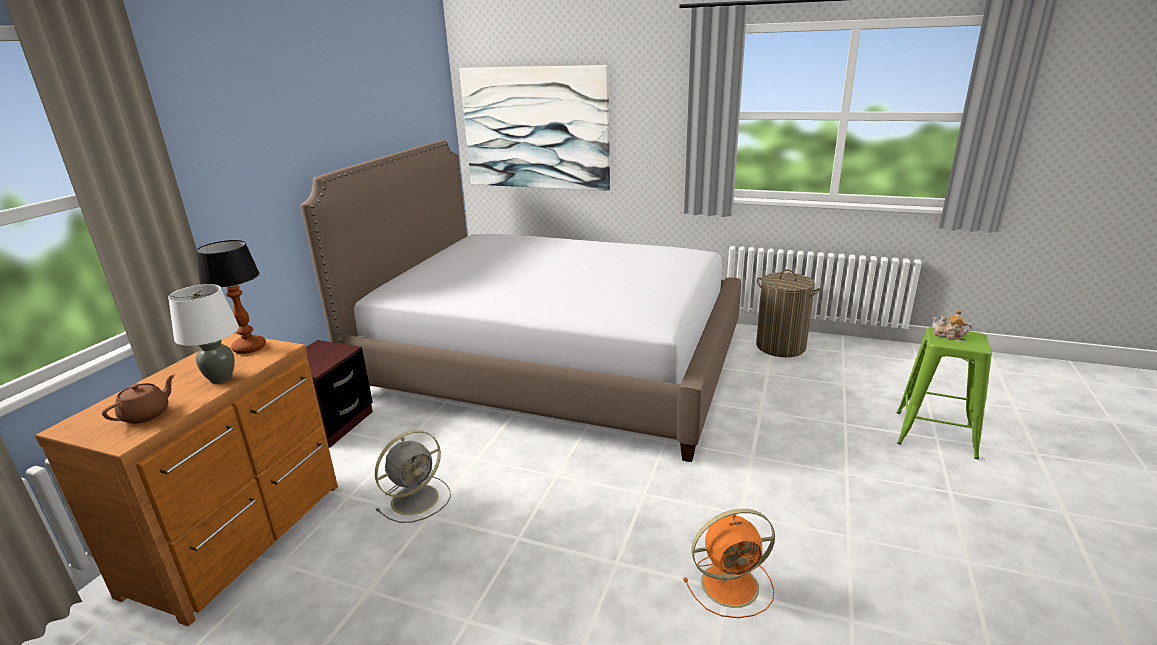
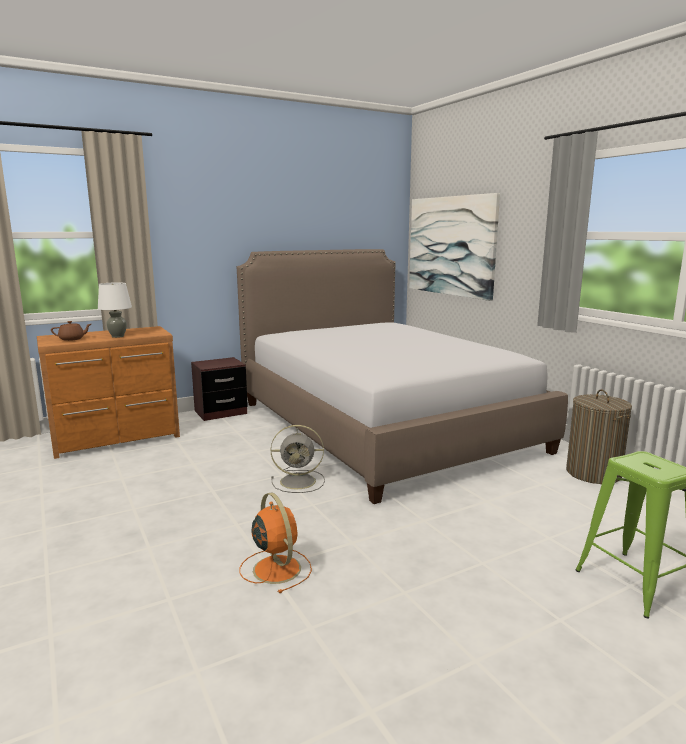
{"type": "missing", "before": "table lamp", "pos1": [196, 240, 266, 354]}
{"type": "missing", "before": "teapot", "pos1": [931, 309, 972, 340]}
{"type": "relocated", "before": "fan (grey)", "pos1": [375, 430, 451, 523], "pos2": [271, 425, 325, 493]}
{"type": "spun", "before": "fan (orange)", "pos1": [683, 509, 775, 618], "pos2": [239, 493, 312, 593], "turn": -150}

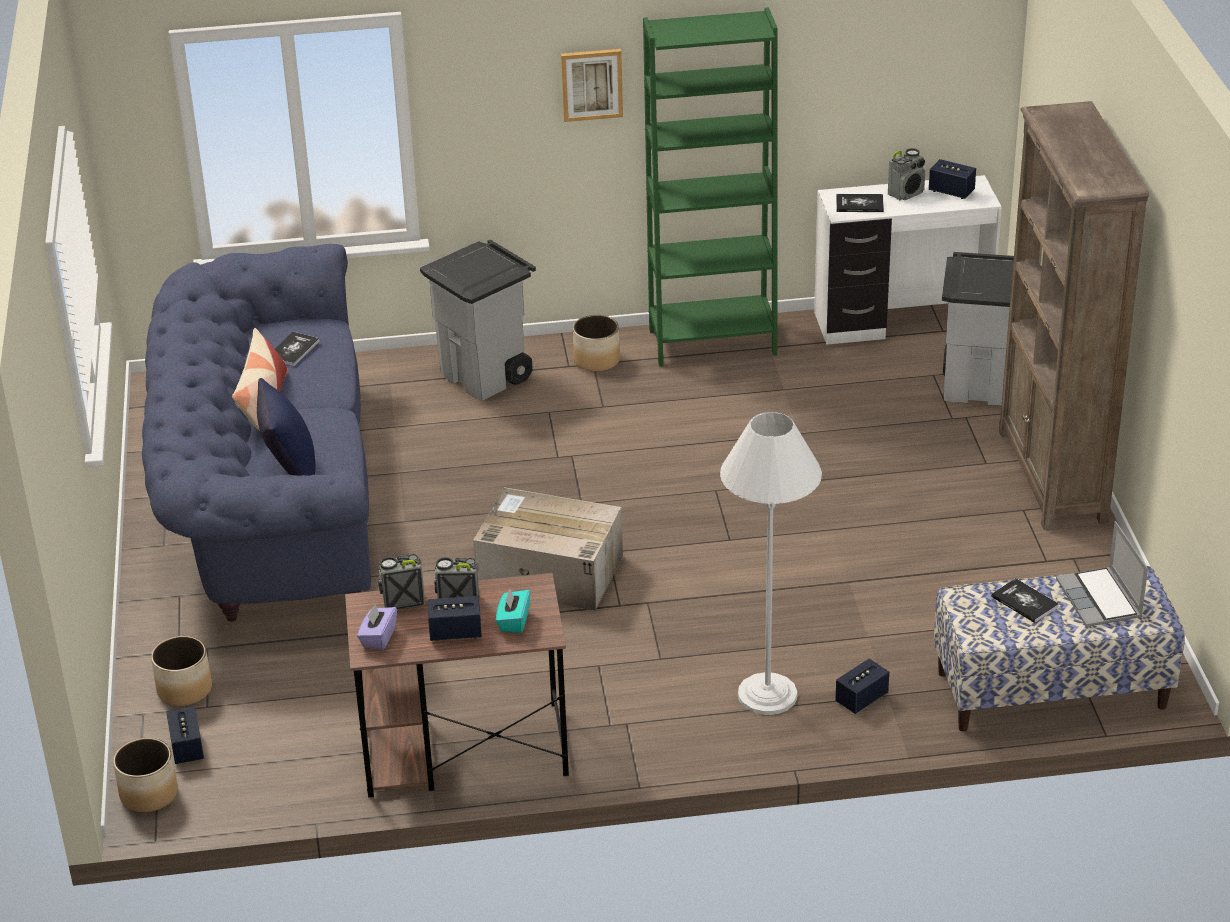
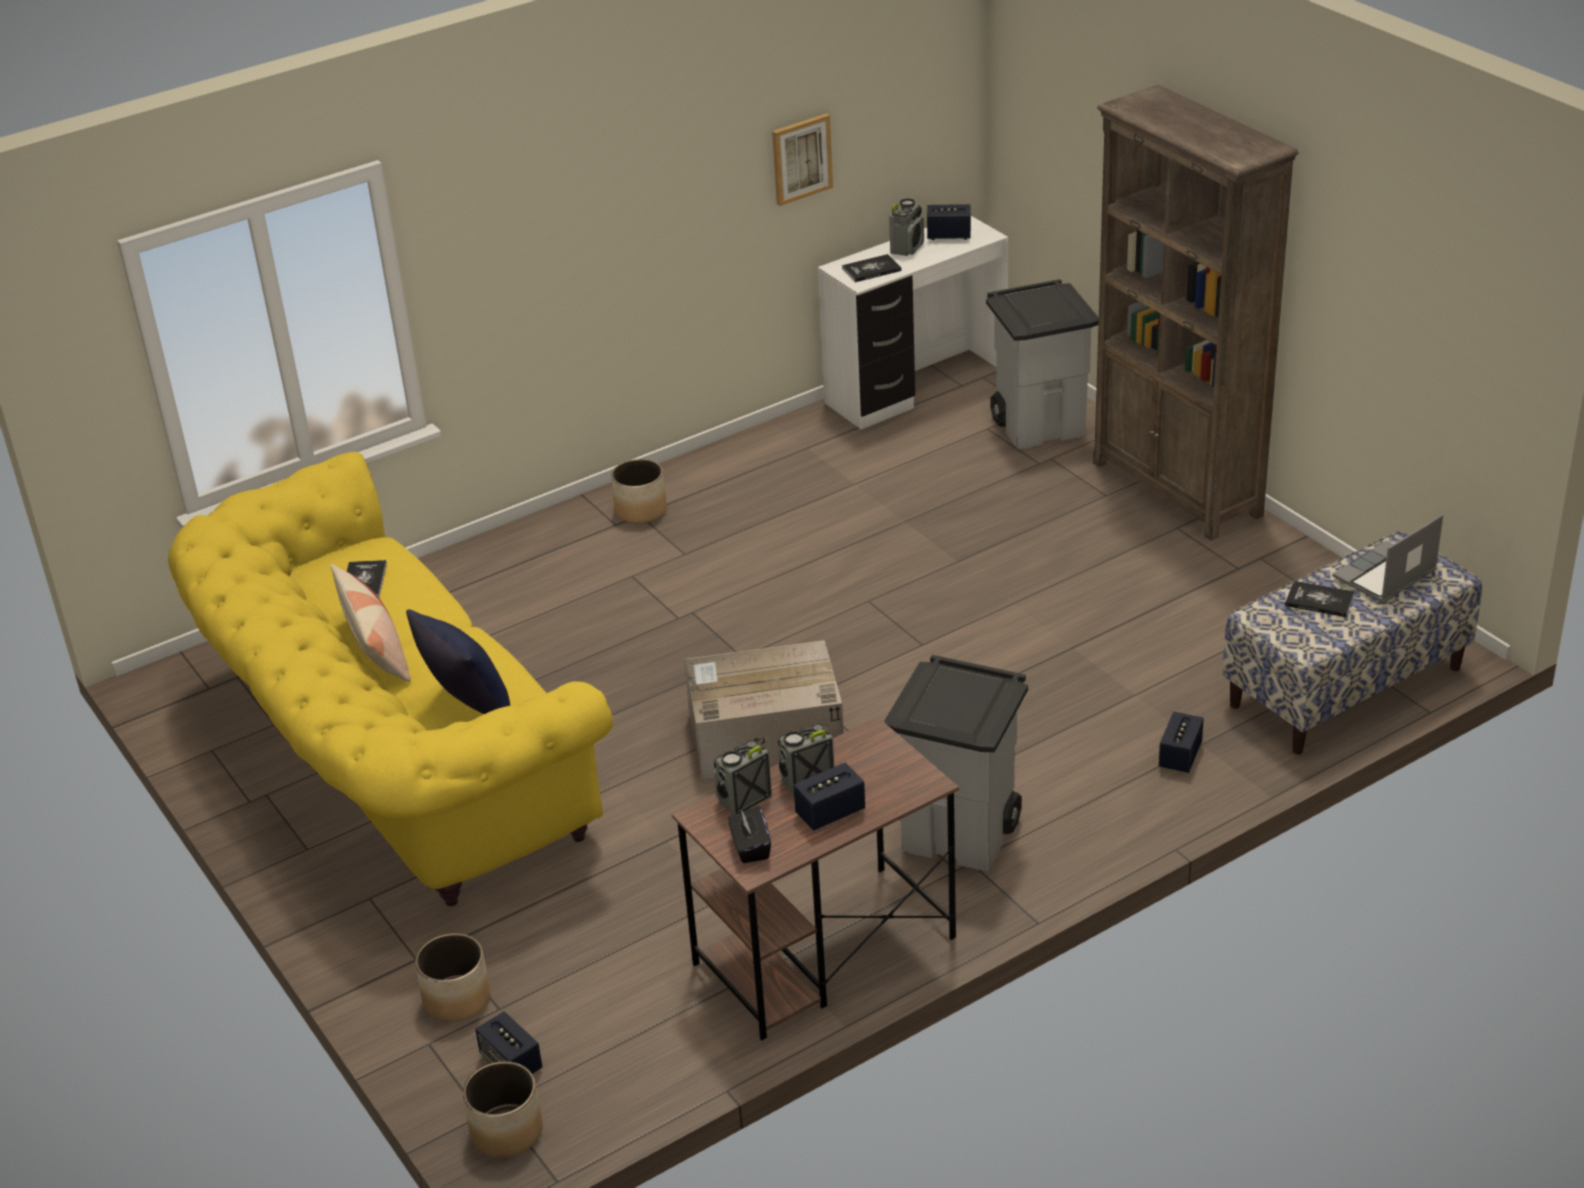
{"type": "missing", "before": "bookcase (green)", "pos1": [643, 7, 778, 367]}
{"type": "relocated", "before": "picture", "pos1": [561, 49, 623, 122], "pos2": [772, 113, 833, 206]}
{"type": "relocated", "before": "trash can (grey)", "pos1": [420, 239, 536, 401], "pos2": [884, 655, 1028, 871]}
{"type": "colour", "before": "sofa (blue)", "after": "sofa (yellow)", "pos1": [142, 244, 371, 622], "pos2": [168, 452, 613, 906]}
{"type": "missing", "before": "floor lamp (white)", "pos1": [720, 412, 822, 715]}
{"type": "spun", "before": "laptop", "pos1": [1056, 521, 1148, 627], "pos2": [1332, 514, 1443, 603], "turn": 90}
{"type": "missing", "before": "tissue box (turquoise)", "pos1": [496, 589, 530, 633]}
{"type": "colour", "before": "tissue box (purple)", "after": "tissue box (black)", "pos1": [357, 604, 397, 650], "pos2": [729, 806, 771, 863]}

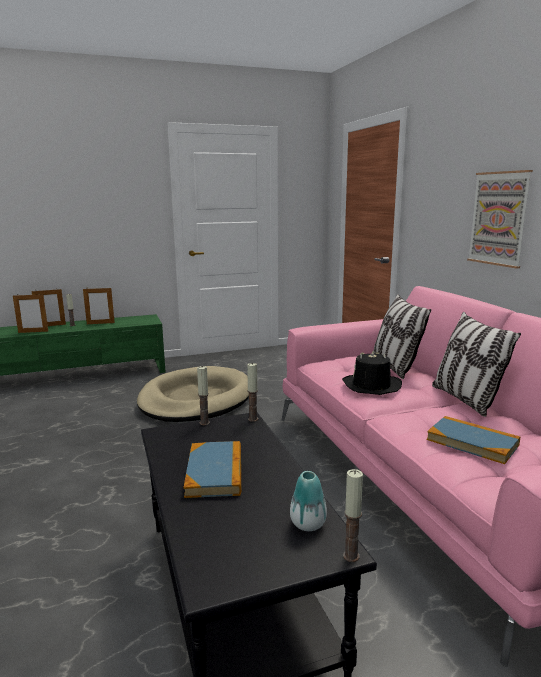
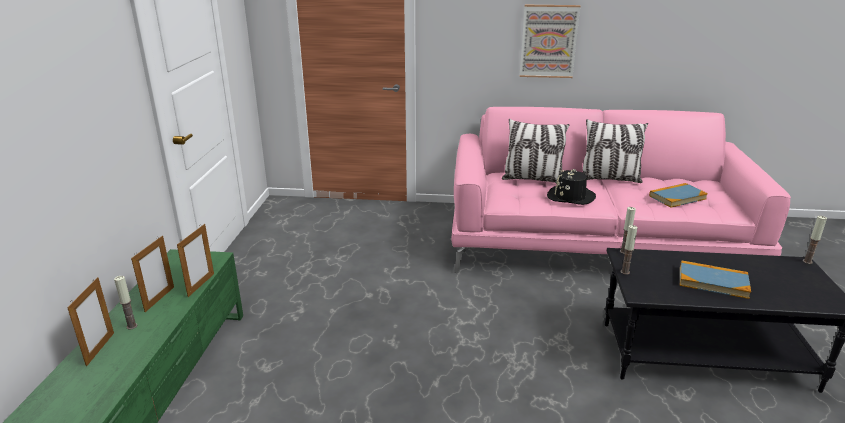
{"type": "relocated", "before": "picture frame", "pos1": [13, 293, 48, 333], "pos2": [177, 224, 214, 297]}
{"type": "missing", "before": "dog bed (beige)", "pos1": [137, 366, 249, 422]}
{"type": "missing", "before": "vase", "pos1": [290, 471, 327, 531]}

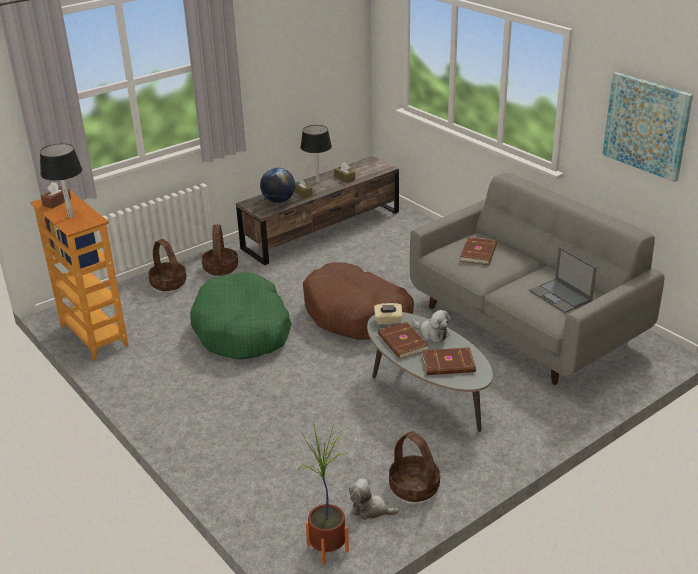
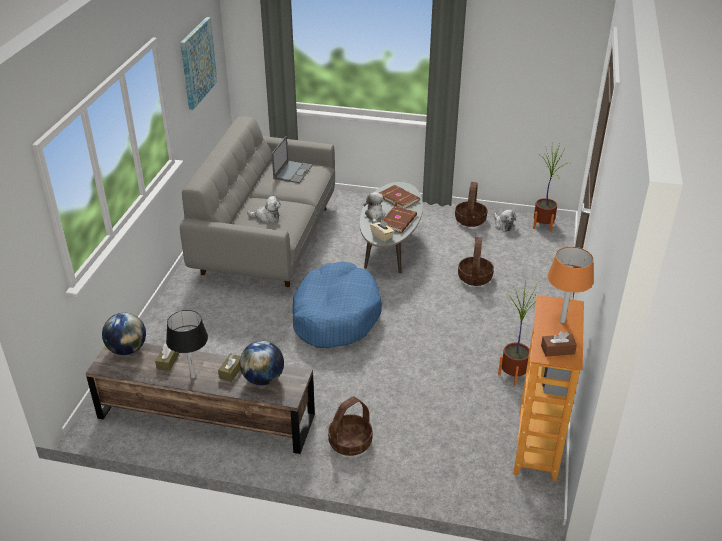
{"type": "colour", "before": "table lamp (black)", "after": "table lamp (orange)", "pos1": [40, 144, 82, 218], "pos2": [548, 247, 594, 323]}
{"type": "exchanged", "before": "book (brown)", "after": "plush toy", "pos1": [460, 237, 497, 265], "pos2": [247, 196, 281, 223]}
{"type": "relocated", "before": "basket", "pos1": [148, 239, 187, 291], "pos2": [458, 237, 494, 286]}
{"type": "colour", "before": "dog bed (brown)", "after": "dog bed (blue)", "pos1": [303, 262, 414, 340], "pos2": [293, 261, 382, 348]}
{"type": "missing", "before": "dog bed (green)", "pos1": [190, 272, 292, 359]}
{"type": "appeared", "after": "potted plant", "pos2": [498, 281, 538, 386]}
{"type": "appeared", "after": "globe", "pos2": [102, 313, 146, 355]}

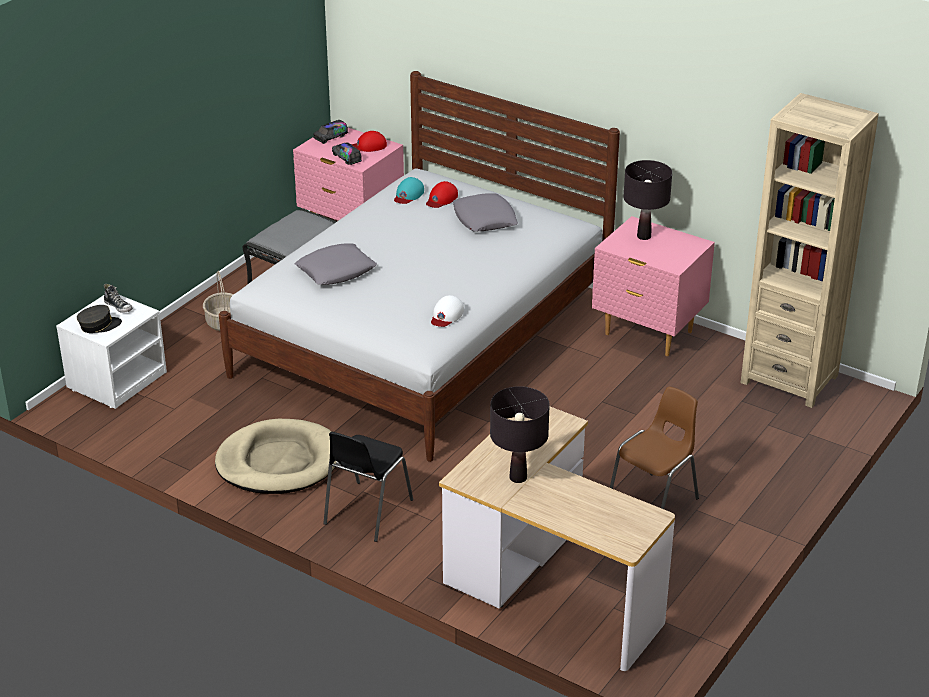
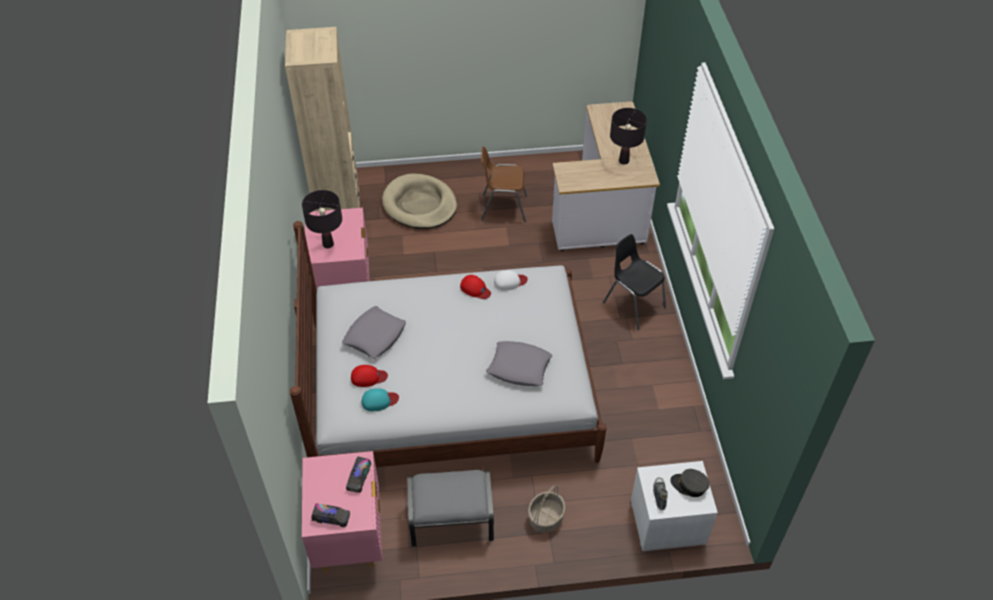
{"type": "relocated", "before": "cap (red)", "pos1": [351, 131, 387, 152], "pos2": [460, 275, 491, 299]}
{"type": "relocated", "before": "dog bed (beige)", "pos1": [215, 419, 336, 494], "pos2": [382, 173, 457, 229]}
{"type": "spun", "before": "chair (black)", "pos1": [323, 432, 413, 542], "pos2": [603, 234, 666, 330], "turn": -120}

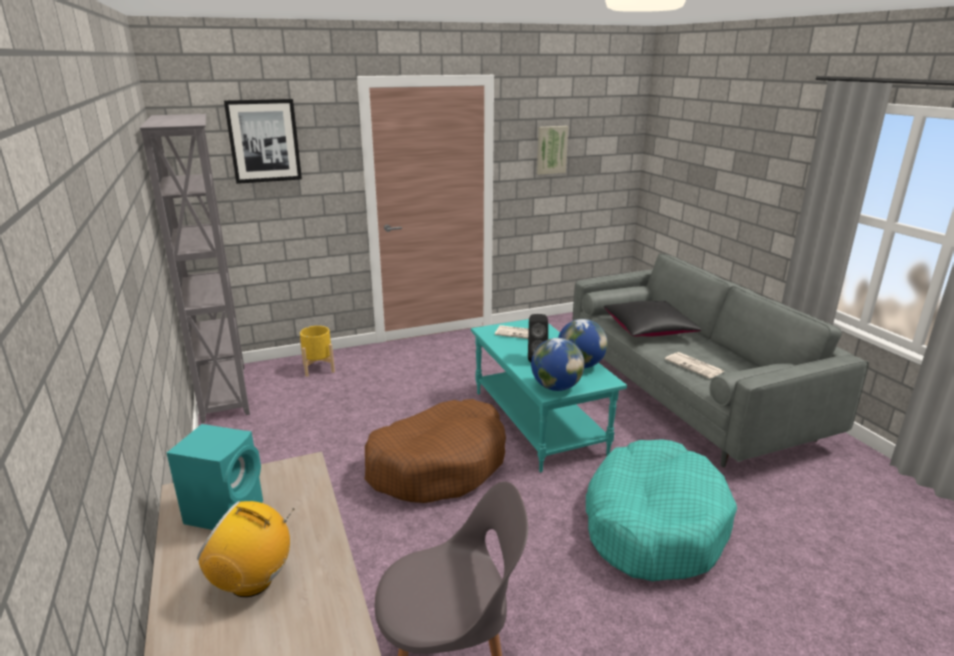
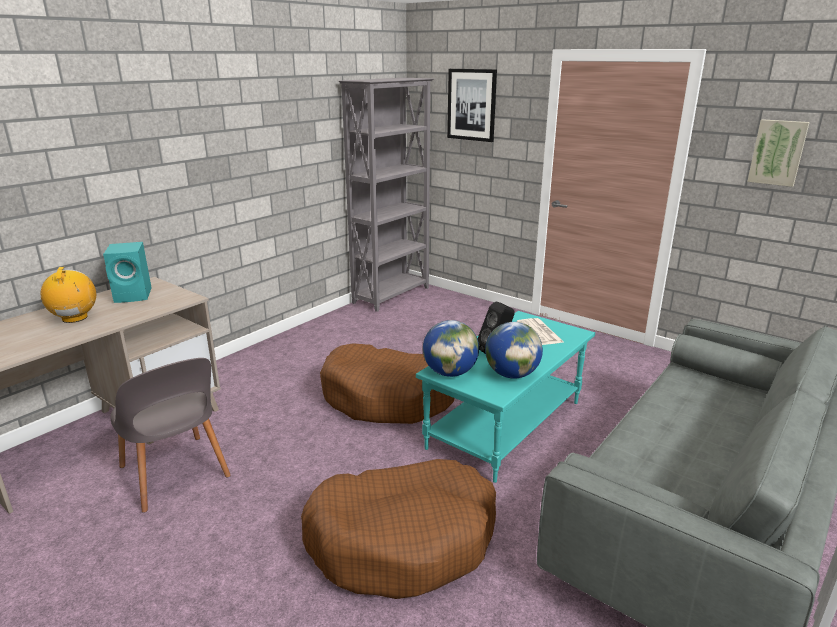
{"type": "missing", "before": "pillow (black)", "pos1": [604, 301, 701, 336]}
{"type": "missing", "before": "planter (yellow)", "pos1": [300, 326, 335, 377]}
{"type": "missing", "before": "newspaper", "pos1": [665, 352, 725, 379]}
{"type": "colour", "before": "dog bed (turquoise)", "after": "dog bed (brown)", "pos1": [586, 439, 737, 581], "pos2": [301, 459, 496, 599]}

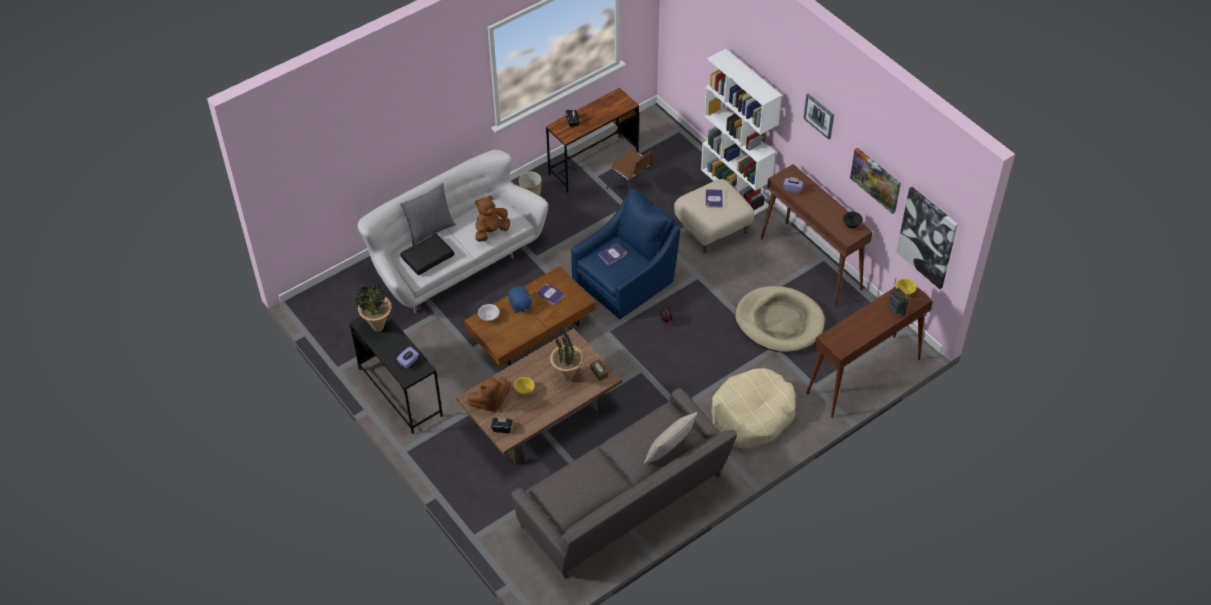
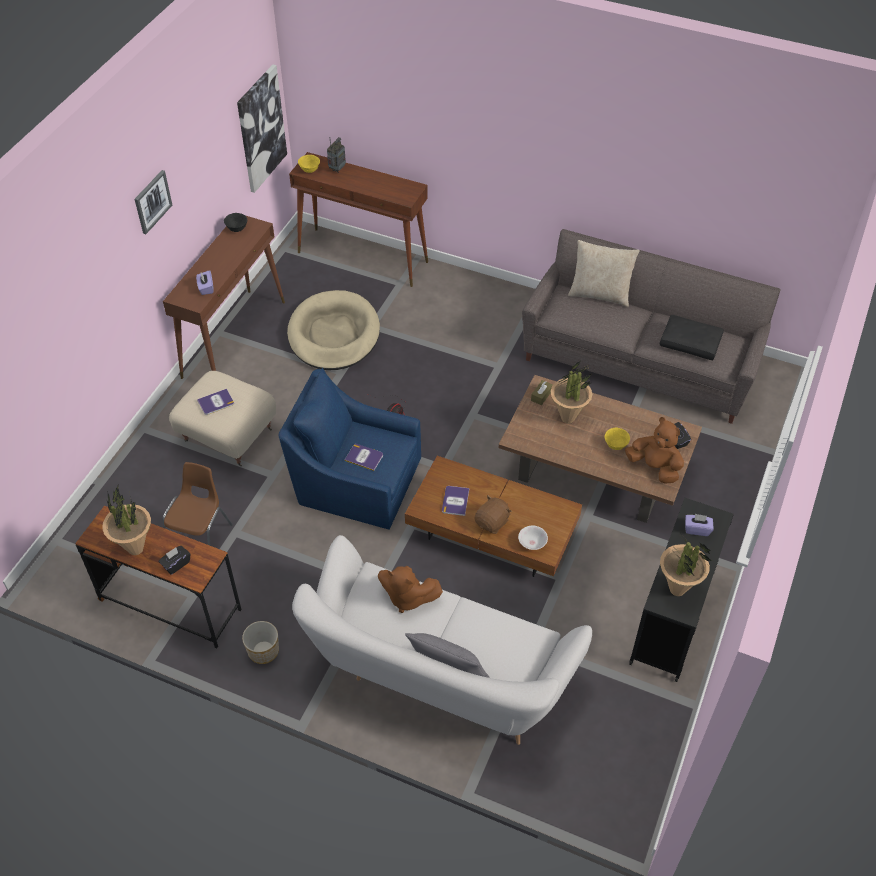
{"type": "missing", "before": "bookcase (white)", "pos1": [701, 49, 782, 215]}
{"type": "missing", "before": "picture", "pos1": [850, 148, 901, 214]}
{"type": "relocated", "before": "pillow (black)", "pos1": [400, 233, 454, 275], "pos2": [660, 315, 724, 360]}
{"type": "colour", "before": "plush toy (blue)", "after": "plush toy (brown)", "pos1": [508, 286, 533, 313], "pos2": [475, 495, 512, 534]}
{"type": "missing", "before": "dog bed (beige)", "pos1": [711, 368, 796, 449]}
{"type": "appeared", "after": "potted plant", "pos2": [102, 484, 151, 555]}

